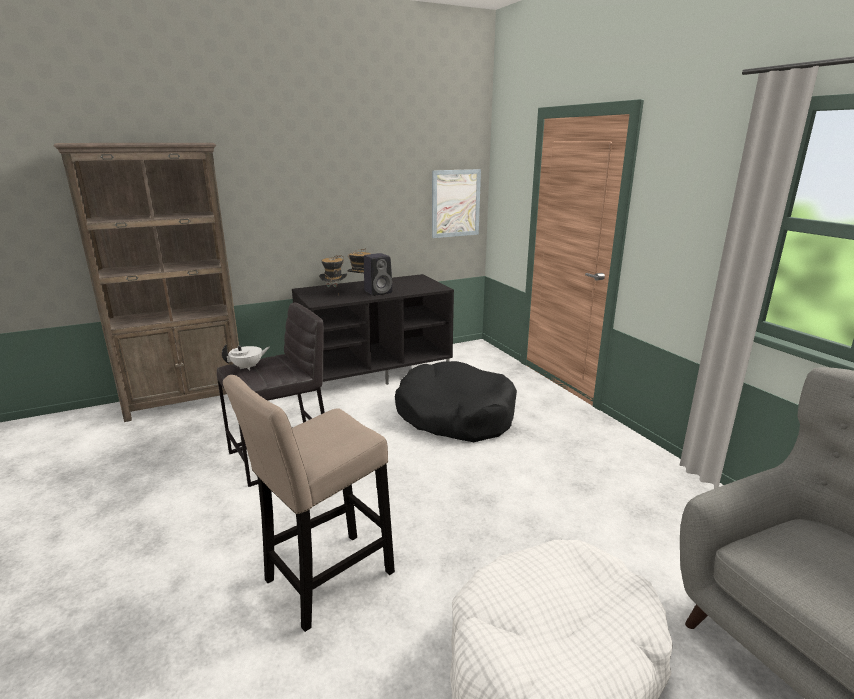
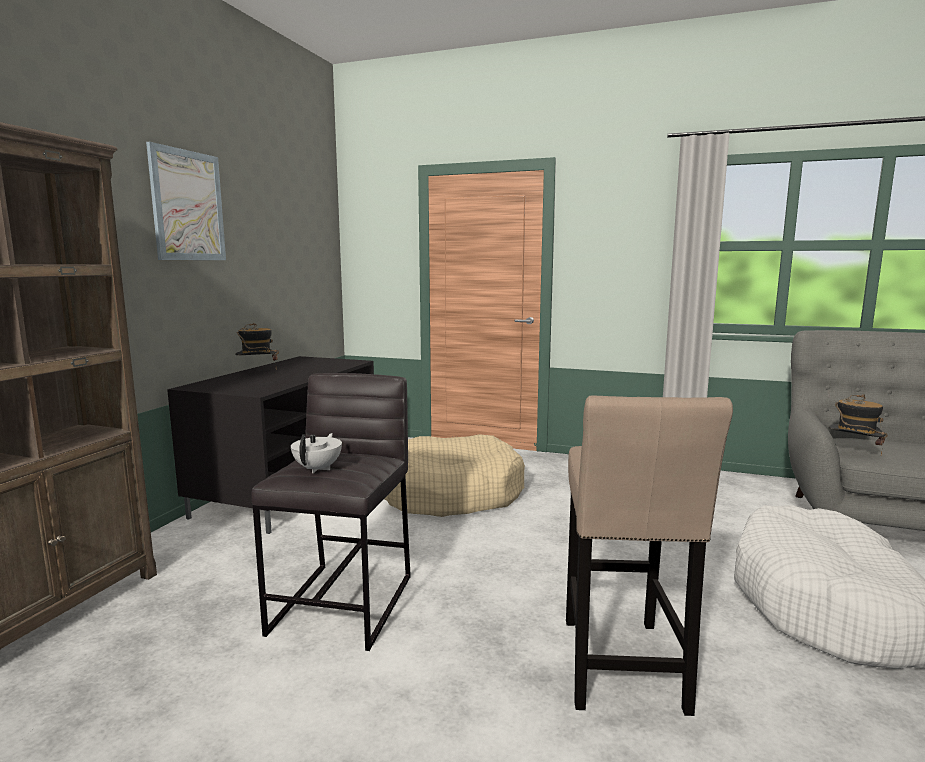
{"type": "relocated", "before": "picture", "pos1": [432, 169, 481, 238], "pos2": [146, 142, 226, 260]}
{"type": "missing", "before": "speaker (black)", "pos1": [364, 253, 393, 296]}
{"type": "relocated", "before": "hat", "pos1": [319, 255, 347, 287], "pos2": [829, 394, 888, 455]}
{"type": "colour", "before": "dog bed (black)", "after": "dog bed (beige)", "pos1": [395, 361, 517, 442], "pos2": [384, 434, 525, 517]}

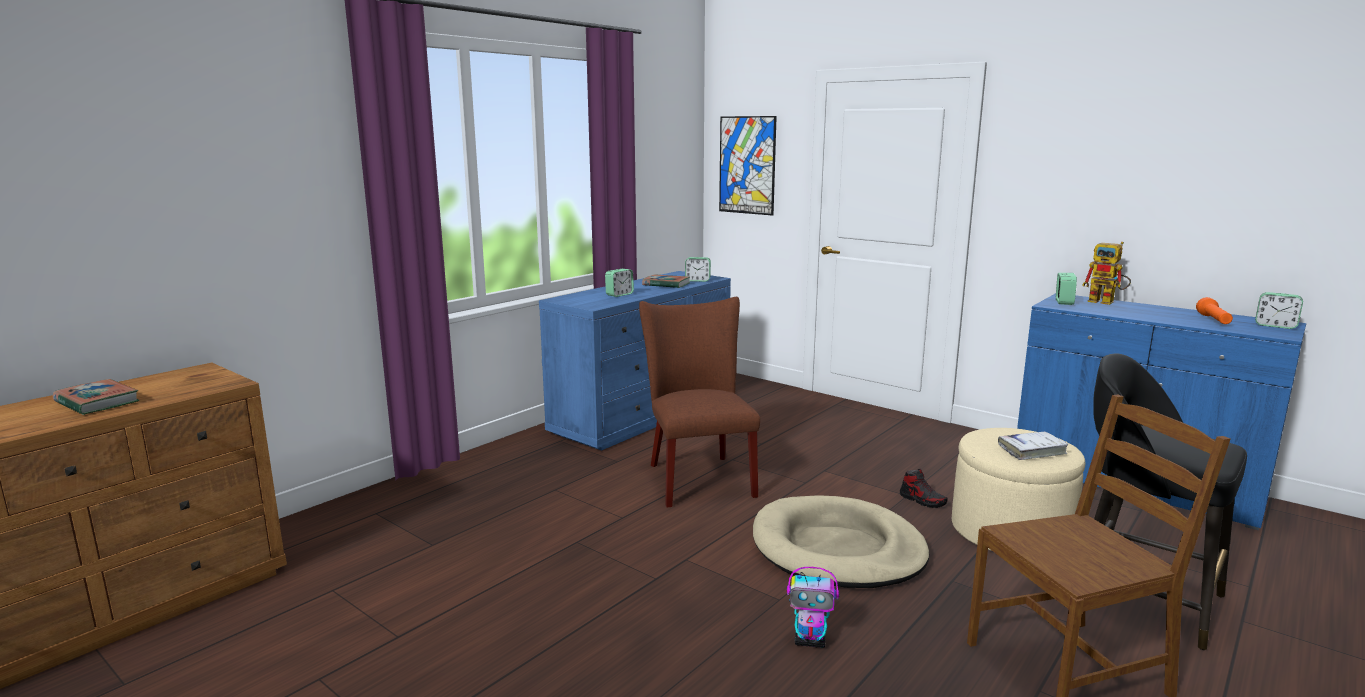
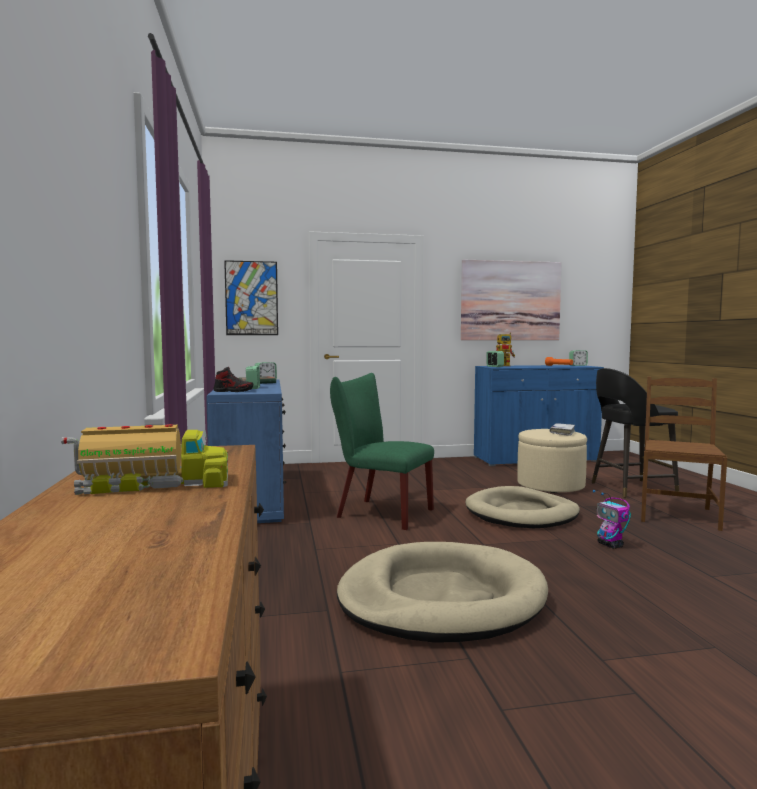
{"type": "colour", "before": "chair (brown)", "after": "chair (green)", "pos1": [639, 297, 760, 508], "pos2": [330, 373, 434, 530]}
{"type": "exchanged", "before": "book", "after": "toy truck", "pos1": [53, 379, 139, 415], "pos2": [61, 424, 228, 495]}
{"type": "relocated", "before": "shoe", "pos1": [900, 469, 947, 508], "pos2": [213, 367, 253, 392]}
{"type": "spun", "before": "toy robot", "pos1": [787, 567, 839, 648], "pos2": [593, 490, 631, 549], "turn": 105}
{"type": "appeared", "after": "picture", "pos2": [461, 260, 562, 340]}
{"type": "appeared", "after": "dog bed (beige)", "pos2": [337, 542, 548, 643]}

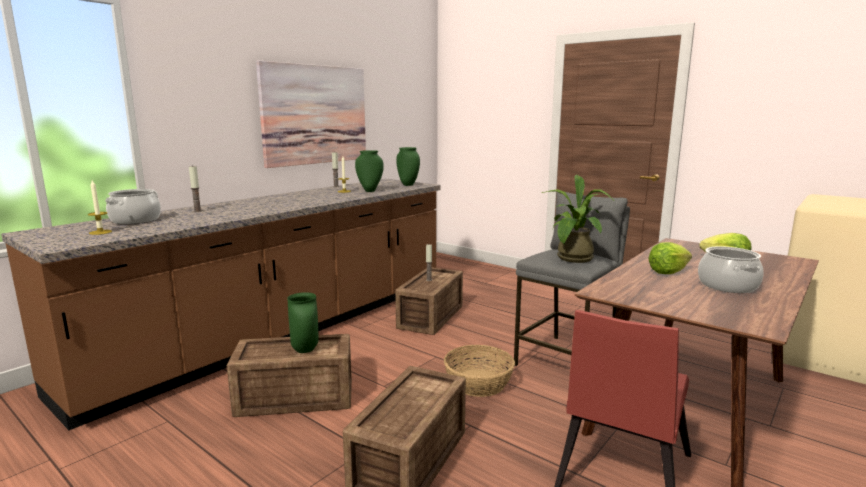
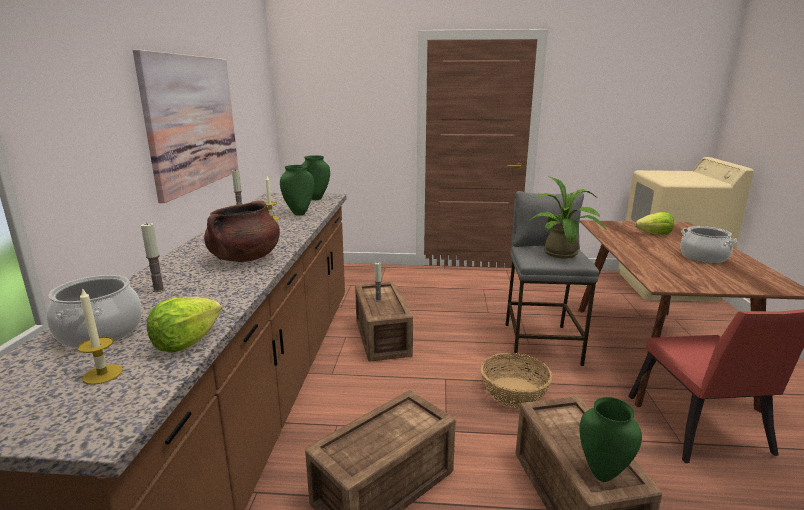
{"type": "relocated", "before": "lettuce", "pos1": [648, 242, 692, 274], "pos2": [147, 297, 222, 353]}
{"type": "relocated", "before": "vase (green)", "pos1": [287, 292, 319, 353], "pos2": [579, 397, 642, 482]}
{"type": "appeared", "after": "cooking pot (brown)", "pos2": [204, 201, 280, 262]}

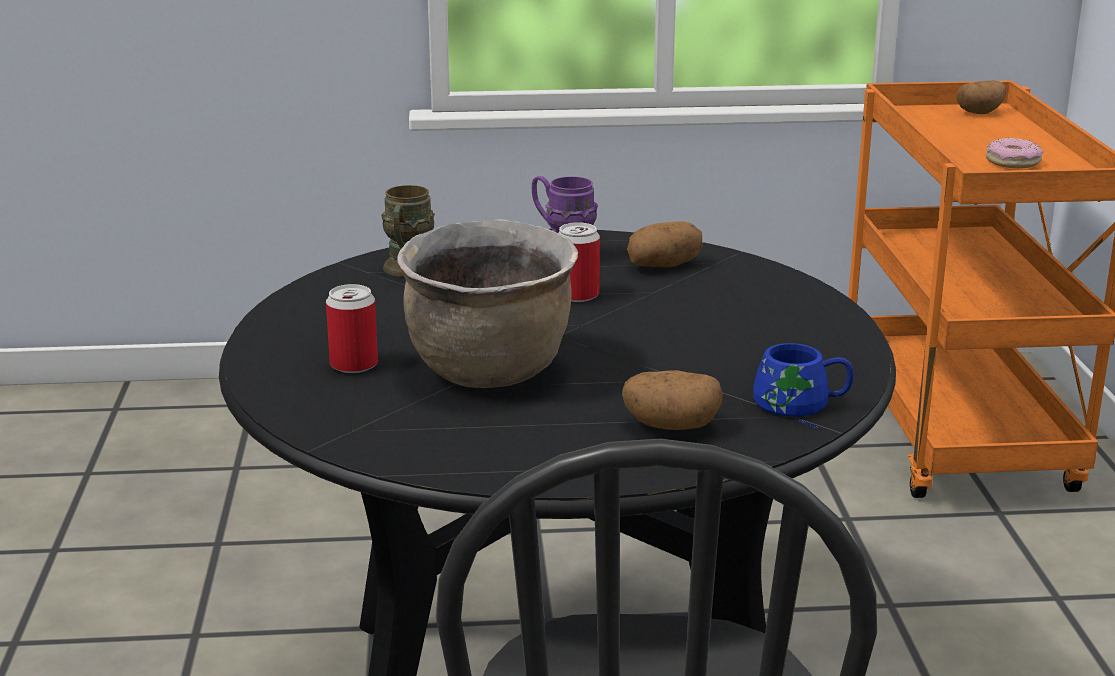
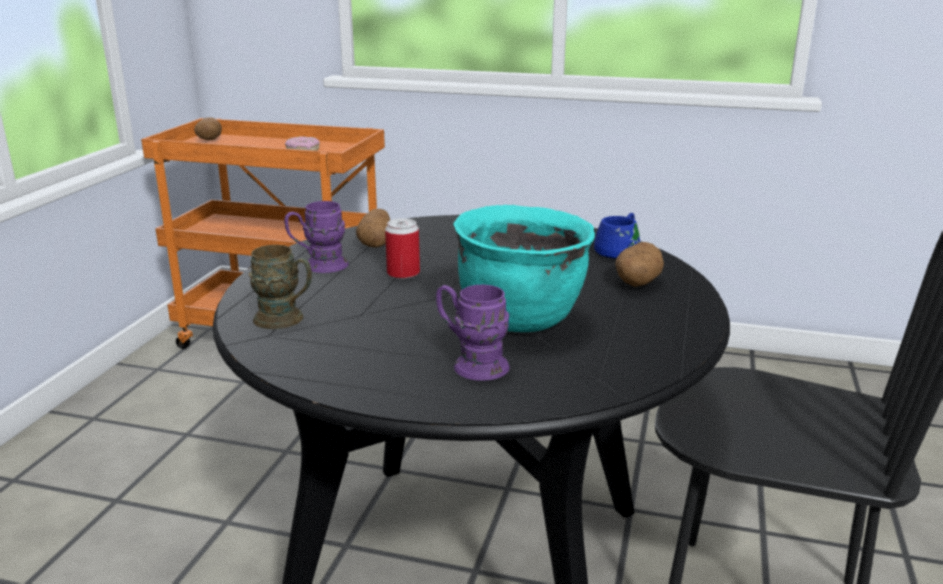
{"type": "colour", "before": "cooking pot (brown)", "after": "cooking pot (turquoise)", "pos1": [398, 219, 578, 388], "pos2": [453, 205, 595, 332]}
{"type": "exchanged", "before": "can", "after": "mug (purple)", "pos1": [326, 284, 378, 373], "pos2": [436, 285, 510, 381]}

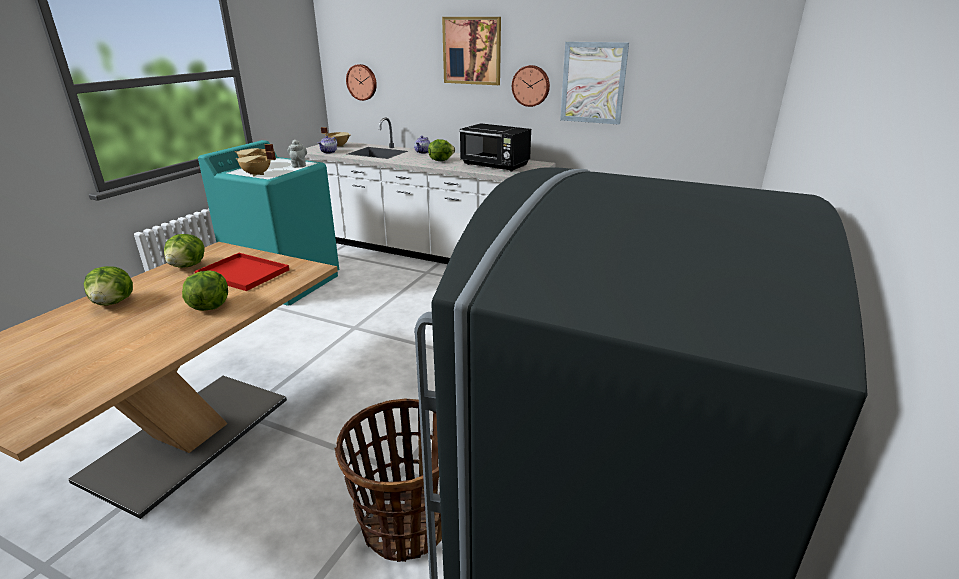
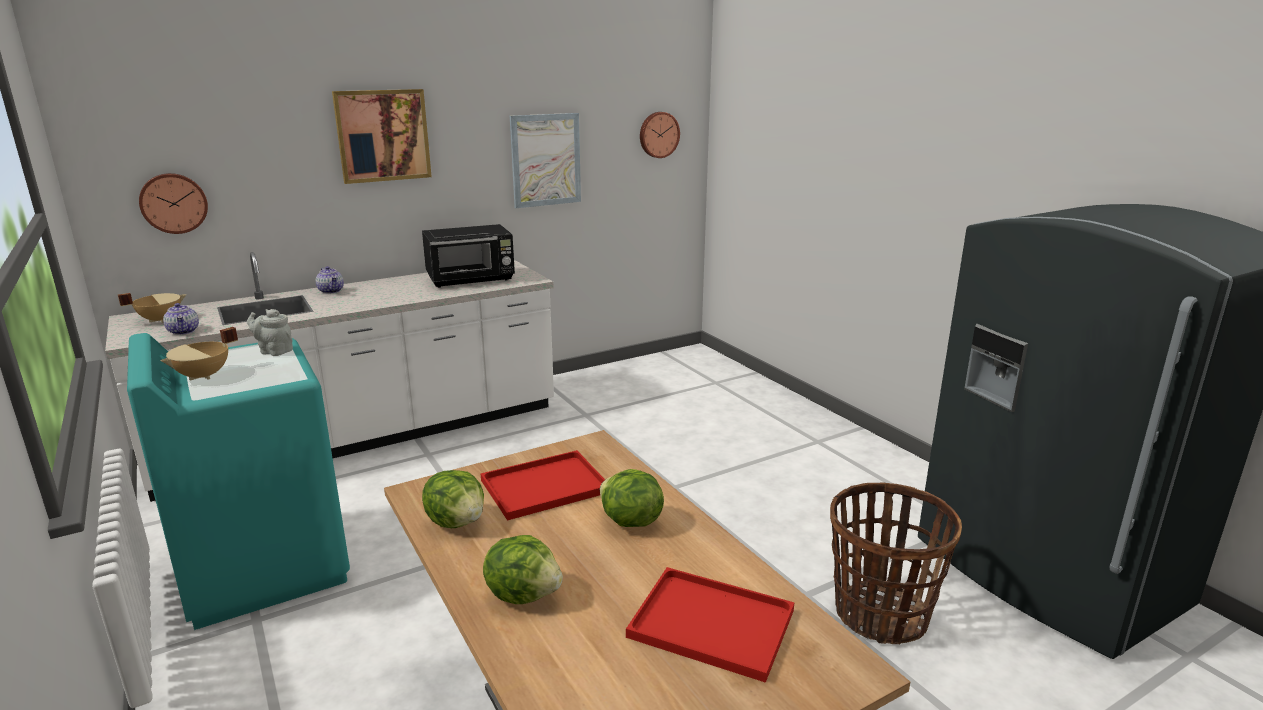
{"type": "relocated", "before": "wall clock", "pos1": [512, 65, 550, 107], "pos2": [640, 112, 680, 158]}
{"type": "missing", "before": "lettuce", "pos1": [428, 139, 455, 161]}
{"type": "missing", "before": "cooking pot (beige)", "pos1": [236, 151, 276, 176]}
{"type": "appeared", "after": "tray (red)", "pos2": [626, 567, 794, 683]}

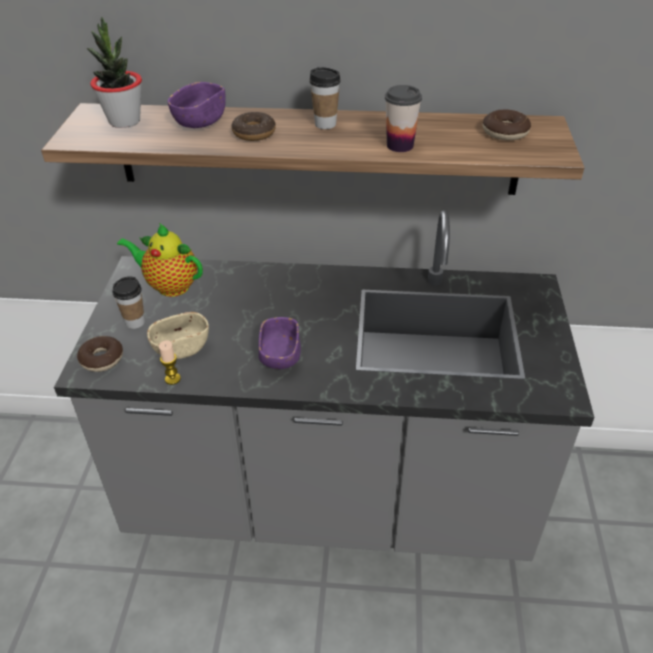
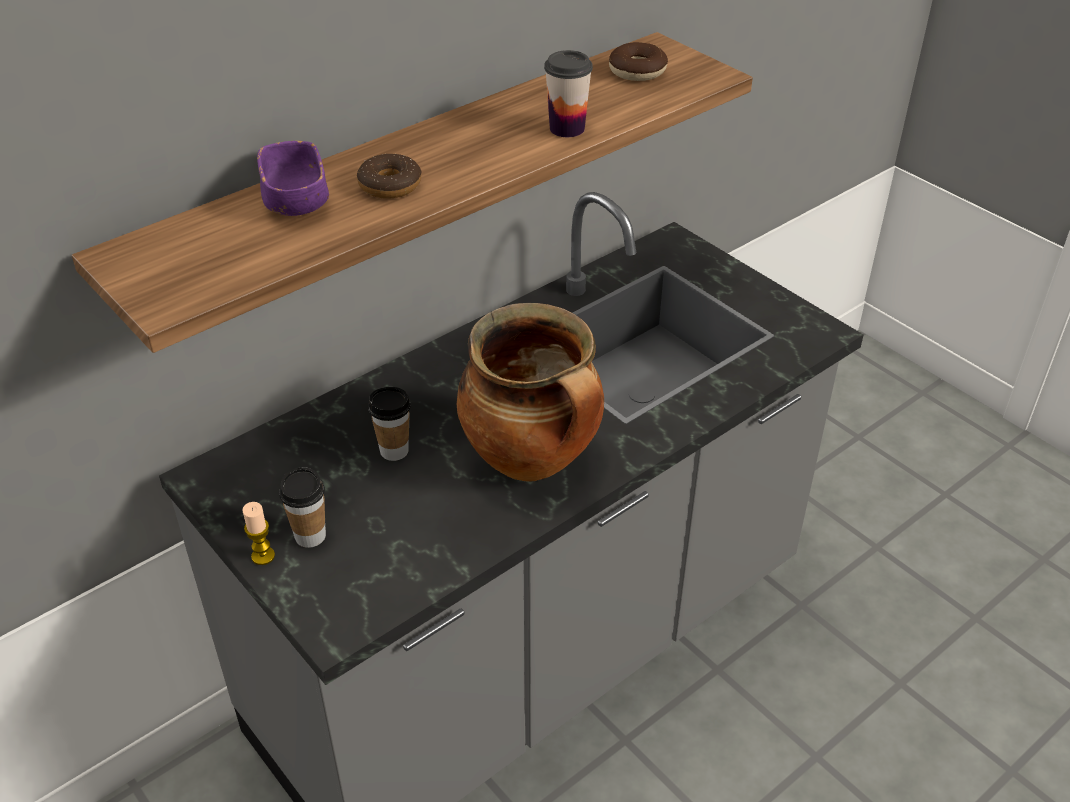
{"type": "missing", "before": "potted plant", "pos1": [87, 17, 142, 128]}
{"type": "relocated", "before": "cup", "pos1": [309, 67, 341, 129], "pos2": [368, 387, 410, 461]}
{"type": "missing", "before": "teapot", "pos1": [117, 223, 203, 297]}
{"type": "missing", "before": "bowl (beige)", "pos1": [147, 312, 209, 359]}
{"type": "exchanged", "before": "bowl (purple)", "after": "cooking pot", "pos1": [258, 317, 301, 369], "pos2": [457, 303, 604, 482]}
{"type": "missing", "before": "donut", "pos1": [77, 336, 123, 372]}
{"type": "relocated", "before": "candle", "pos1": [159, 341, 181, 385], "pos2": [242, 502, 275, 565]}

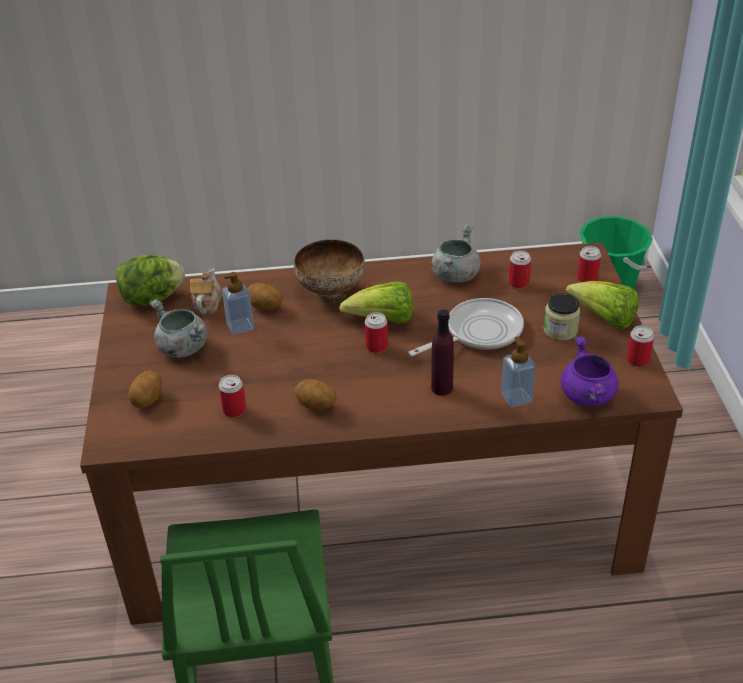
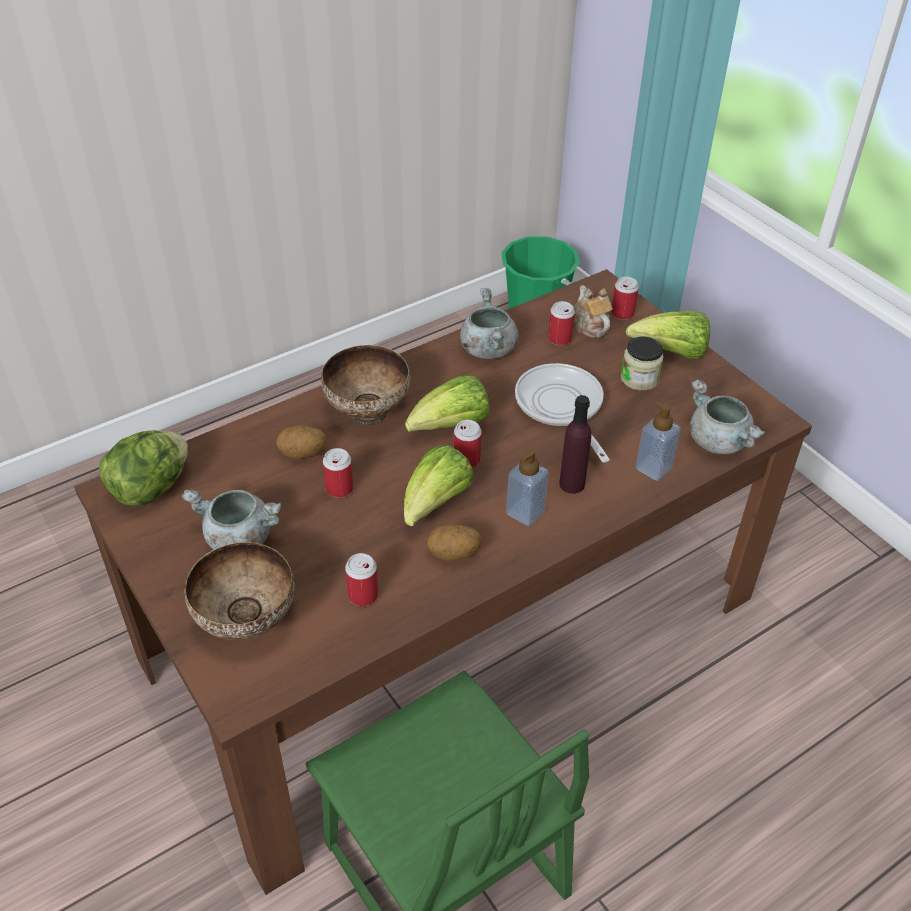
{"type": "relocated", "before": "teapot", "pos1": [190, 268, 222, 315], "pos2": [574, 285, 613, 338]}
{"type": "relocated", "before": "soap dispenser", "pos1": [222, 272, 254, 335], "pos2": [506, 448, 549, 526]}
{"type": "spun", "before": "frying pan", "pos1": [408, 298, 524, 356], "pos2": [515, 363, 610, 462], "turn": -45}
{"type": "relocated", "before": "can", "pos1": [626, 326, 654, 367], "pos2": [323, 448, 354, 498]}
{"type": "colour", "before": "cooking pot (purple)", "after": "cooking pot (grey)", "pos1": [561, 336, 619, 406], "pos2": [690, 379, 765, 454]}
{"type": "exchanged", "before": "potato", "after": "bowl", "pos1": [128, 371, 162, 408], "pos2": [185, 542, 295, 640]}
{"type": "appeared", "after": "lettuce", "pos2": [404, 445, 474, 526]}

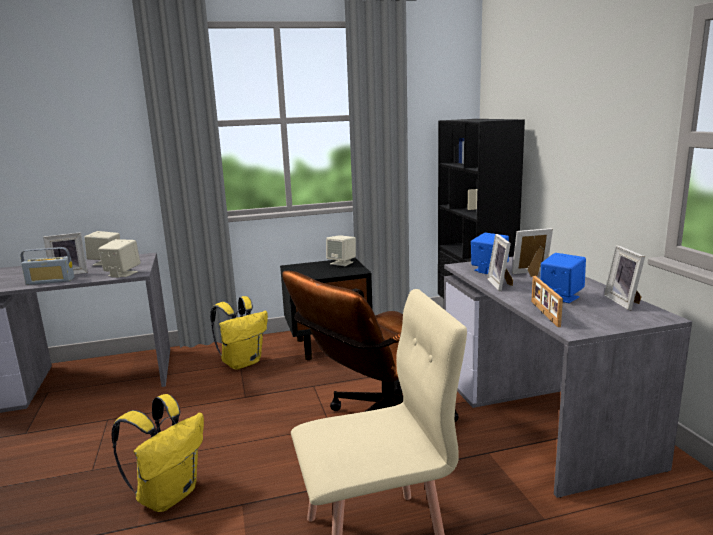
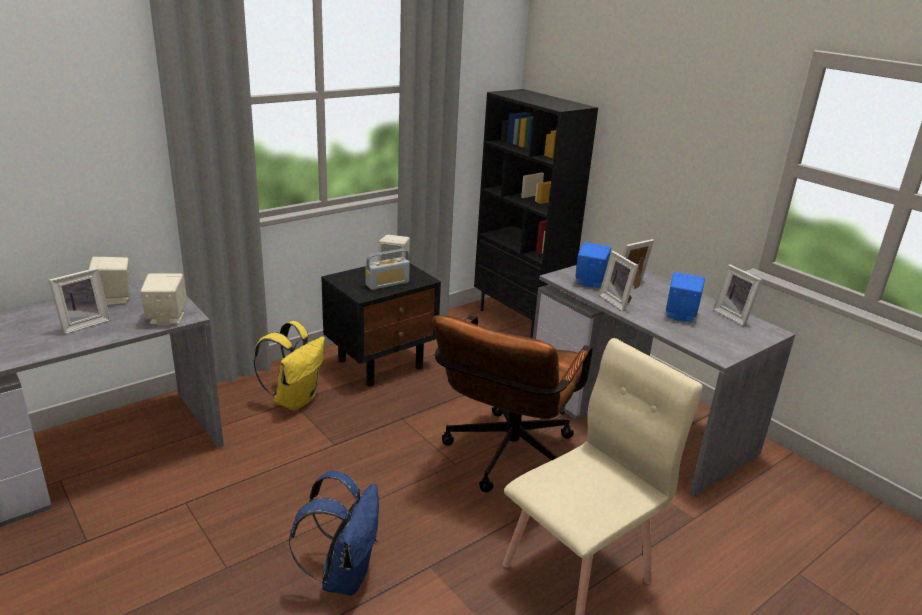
{"type": "relocated", "before": "radio", "pos1": [20, 247, 74, 285], "pos2": [365, 249, 410, 290]}
{"type": "missing", "before": "picture frame", "pos1": [531, 276, 563, 327]}
{"type": "colour", "before": "backpack (yellow)", "after": "backpack (blue)", "pos1": [112, 394, 204, 512], "pos2": [289, 471, 379, 596]}

